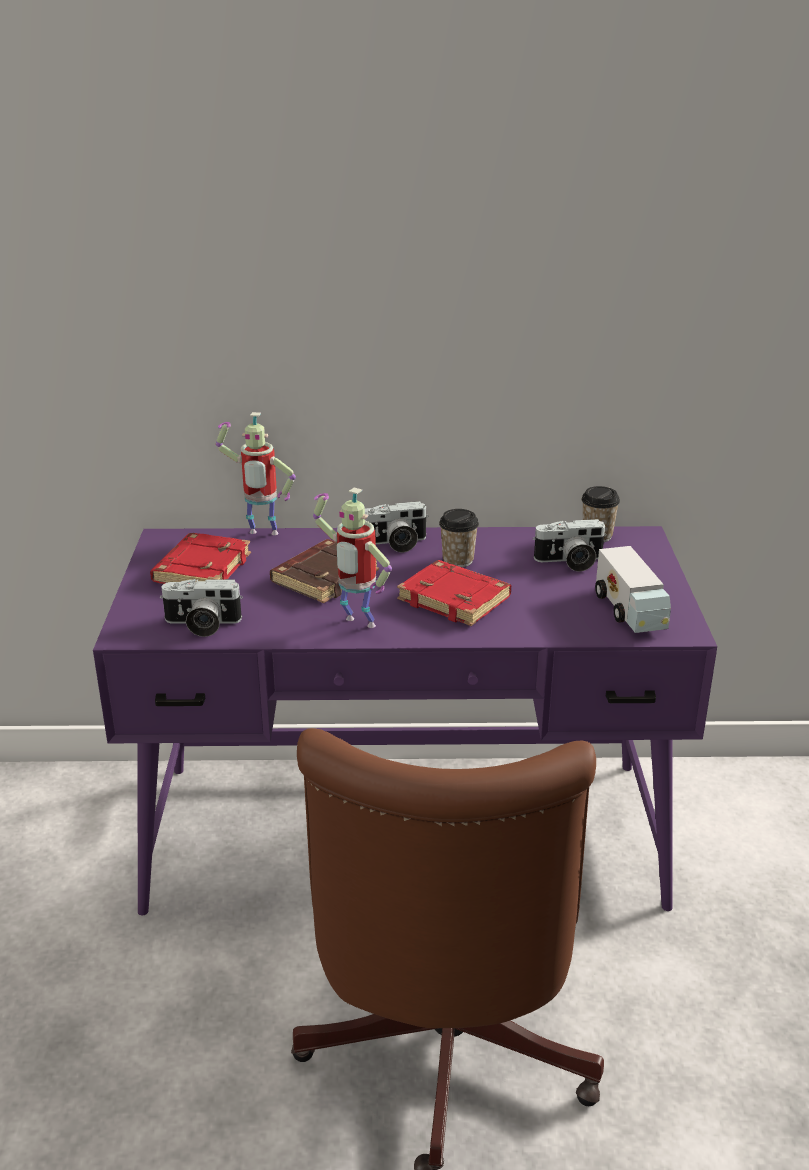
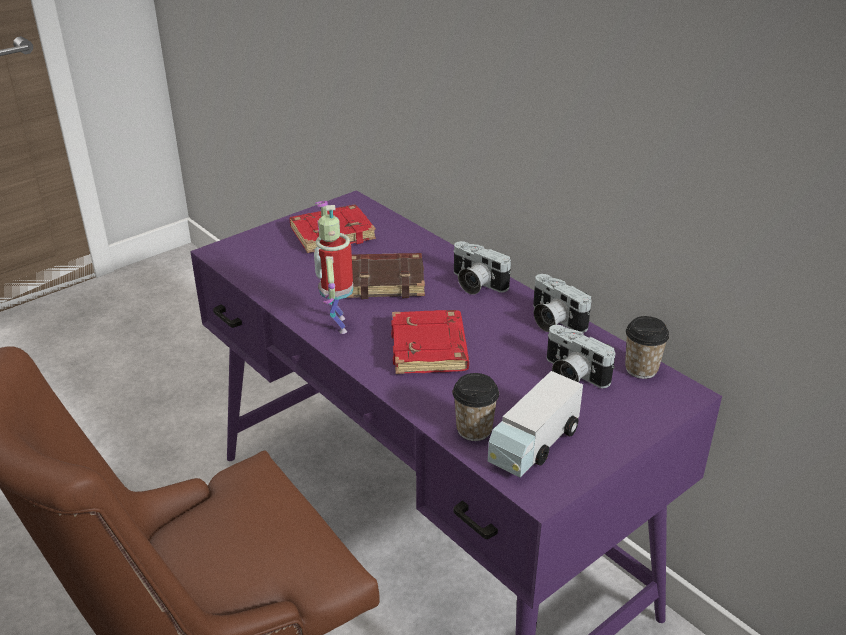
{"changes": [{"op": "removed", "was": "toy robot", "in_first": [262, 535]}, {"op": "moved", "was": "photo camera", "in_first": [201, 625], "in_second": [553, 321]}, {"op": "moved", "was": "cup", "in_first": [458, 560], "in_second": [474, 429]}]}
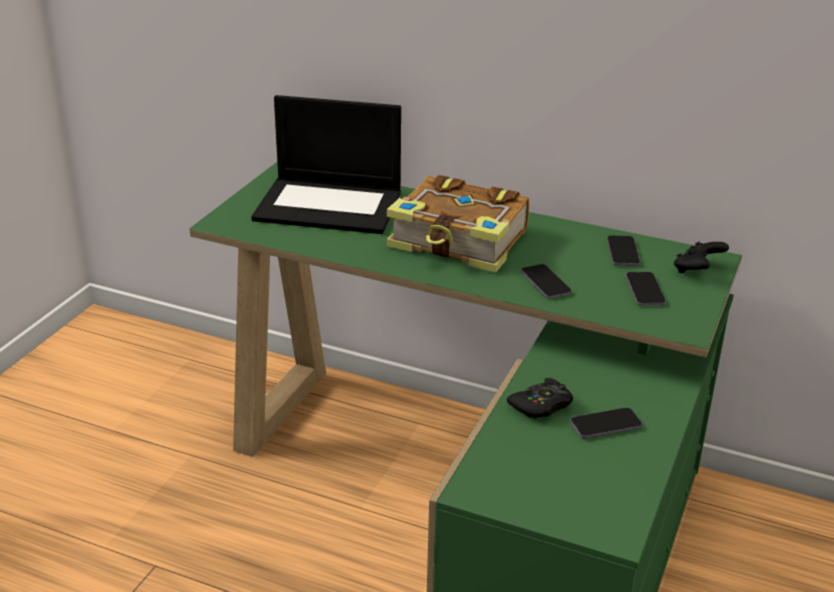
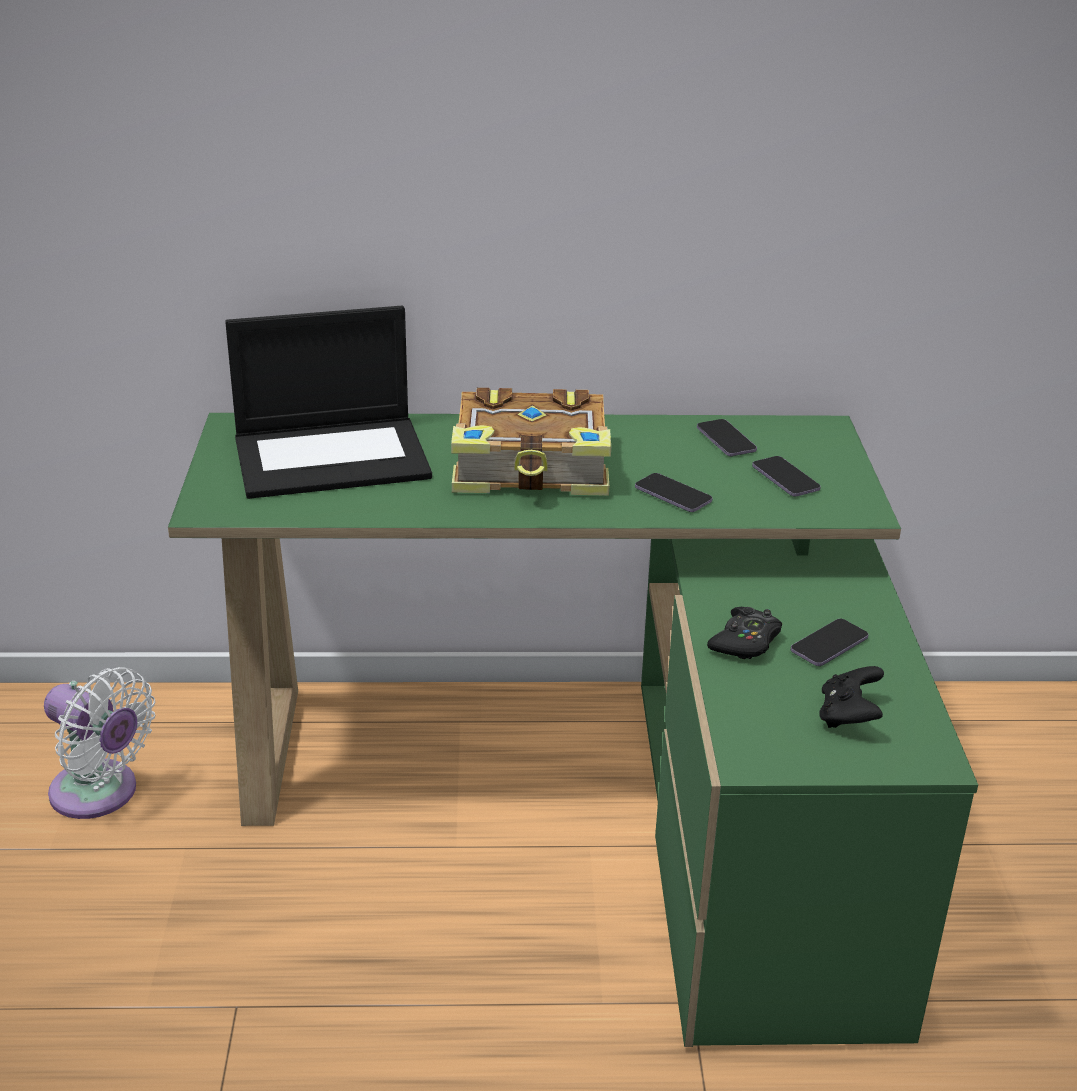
{"changes": [{"op": "added", "now": "fan (white)", "in_second": [100, 794]}, {"op": "moved", "was": "game controller (black)", "in_first": [697, 270], "in_second": [848, 716]}]}
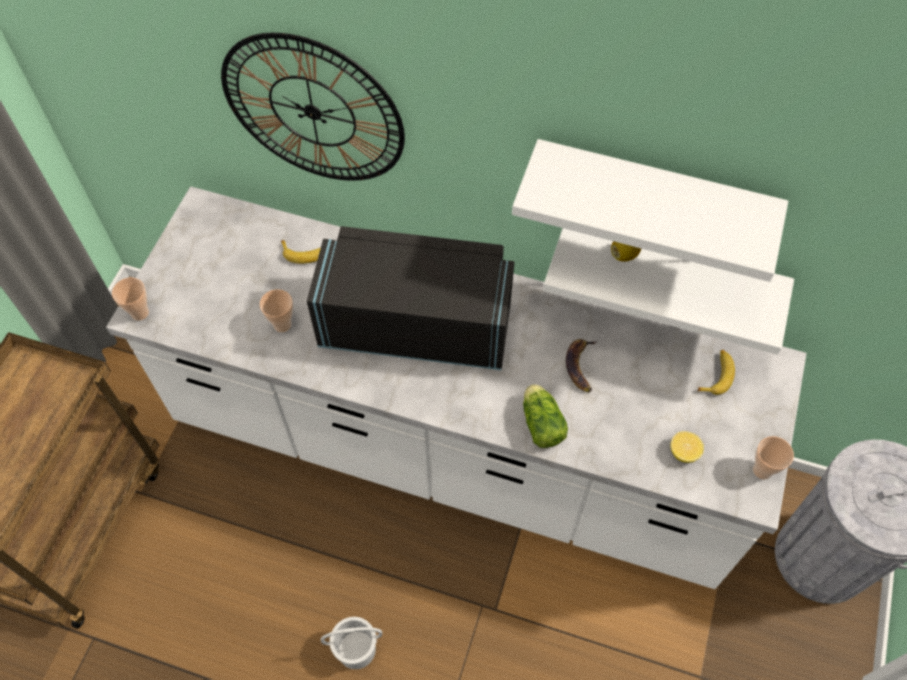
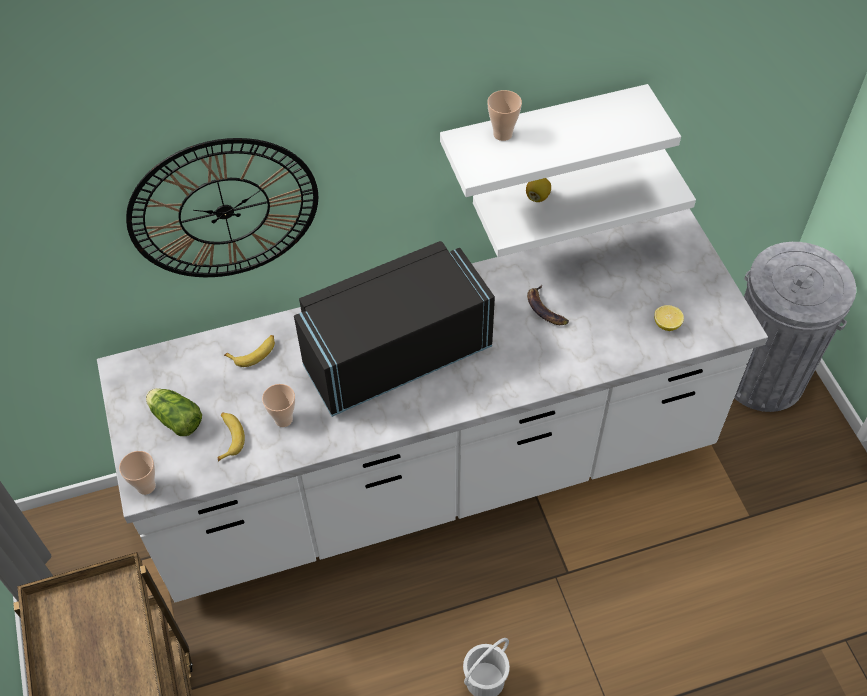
{"changes": [{"op": "moved", "was": "lettuce", "in_first": [541, 422], "in_second": [175, 418]}, {"op": "moved", "was": "banana", "in_first": [716, 375], "in_second": [229, 437]}, {"op": "moved", "was": "cup", "in_first": [762, 470], "in_second": [502, 134]}]}
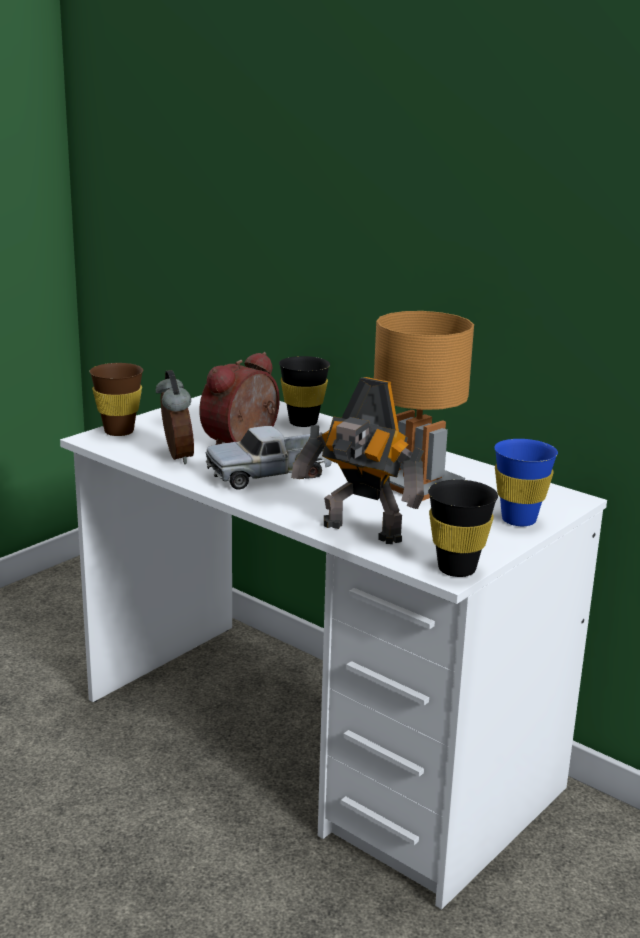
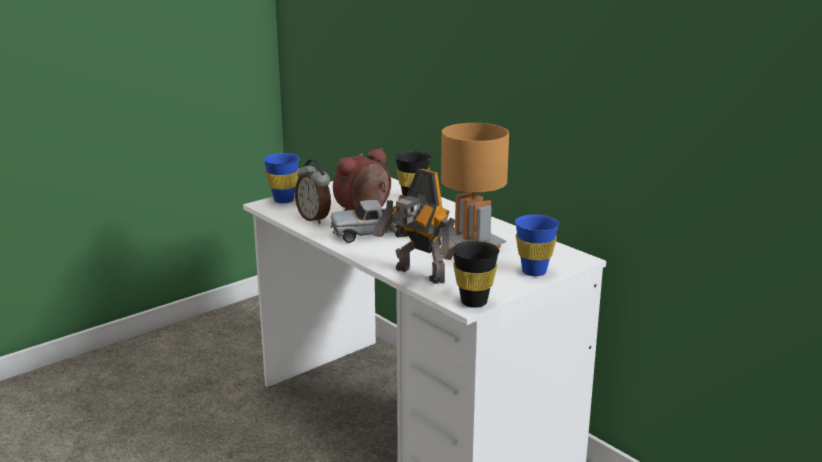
{"changes": [{"op": "recoloured", "was": "cup (brown)", "now": "cup (blue)", "in_first": [119, 431], "in_second": [283, 200]}, {"op": "turned", "was": "alarm clock", "in_first": [175, 457], "in_second": [315, 219], "clockwise": 150}]}
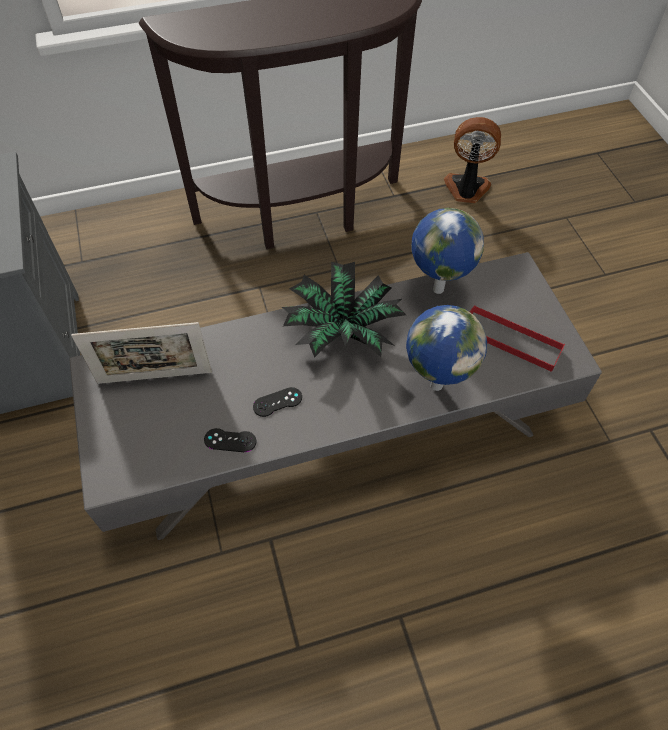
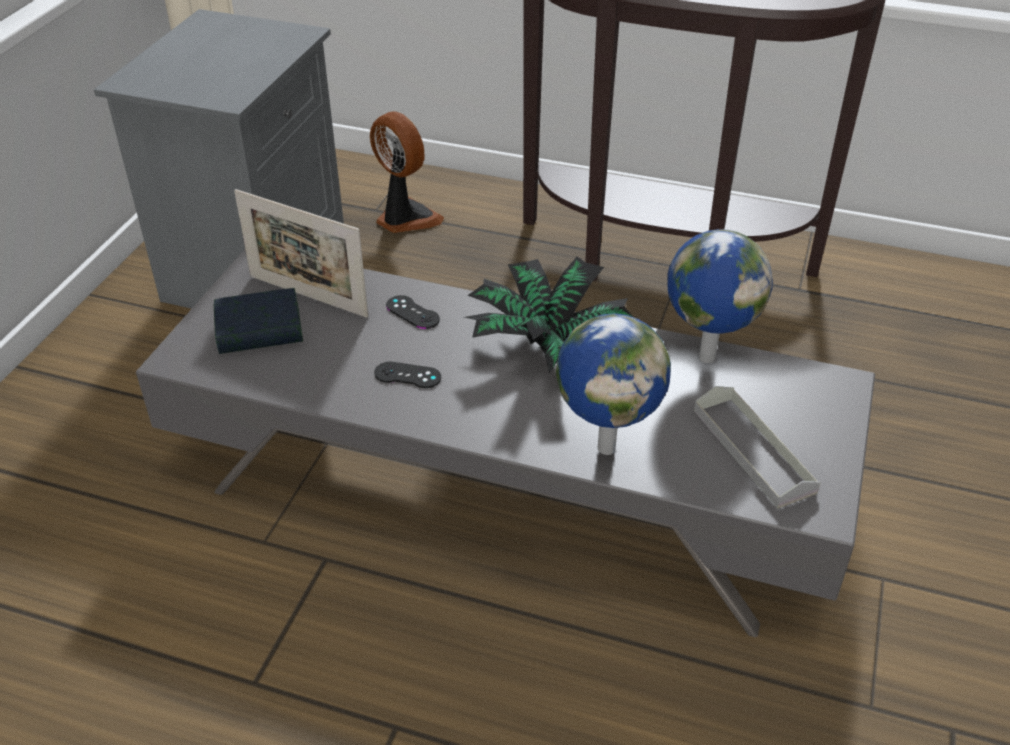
{"changes": [{"op": "added", "now": "book", "in_second": [259, 330]}, {"op": "moved", "was": "game controller (black)", "in_first": [230, 440], "in_second": [412, 312]}, {"op": "moved", "was": "fan", "in_first": [466, 189], "in_second": [405, 218]}, {"op": "recoloured", "was": "tray (red)", "now": "tray (grey)", "in_first": [511, 340], "in_second": [753, 450]}]}
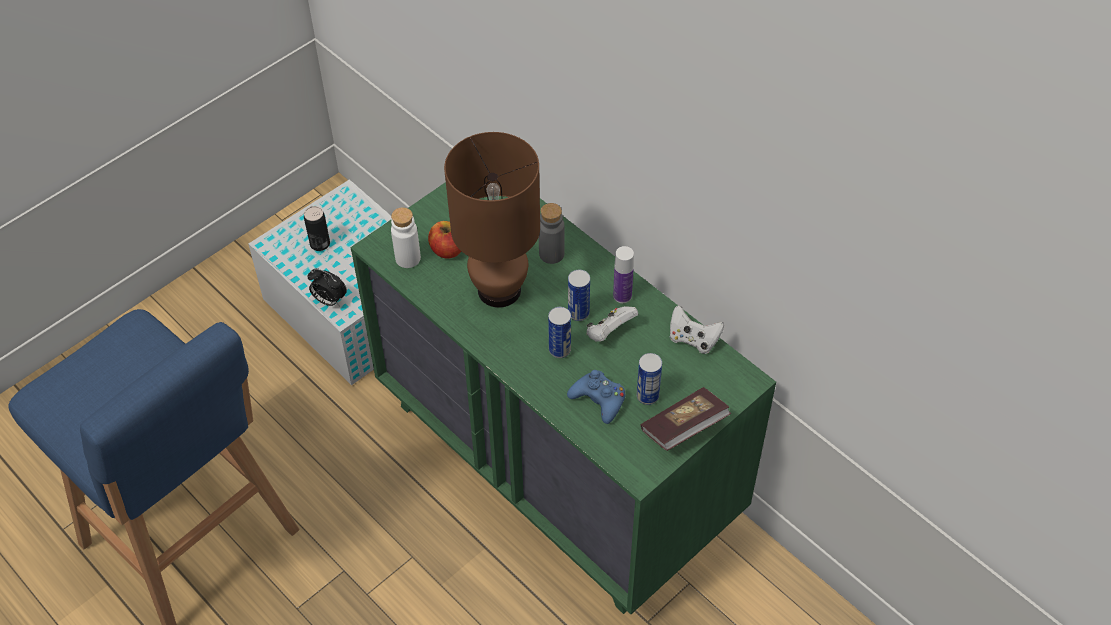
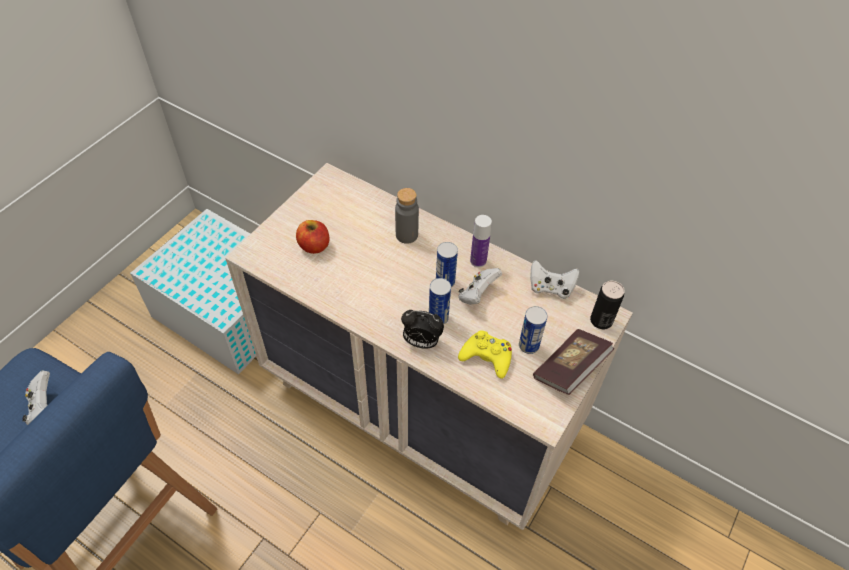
{"changes": [{"op": "removed", "was": "bottle (white)", "in_first": [408, 258]}, {"op": "removed", "was": "table lamp (brown)", "in_first": [498, 290]}, {"op": "added", "now": "game controller (white)", "in_second": [44, 407]}, {"op": "moved", "was": "can", "in_first": [320, 244], "in_second": [601, 320]}, {"op": "moved", "was": "alarm clock", "in_first": [329, 300], "in_second": [421, 342]}, {"op": "recoloured", "was": "dresser (green)", "now": "dresser (beige)", "in_first": [558, 465], "in_second": [421, 409]}, {"op": "recoloured", "was": "game controller (blue)", "now": "game controller (yellow)", "in_first": [599, 400], "in_second": [487, 357]}]}
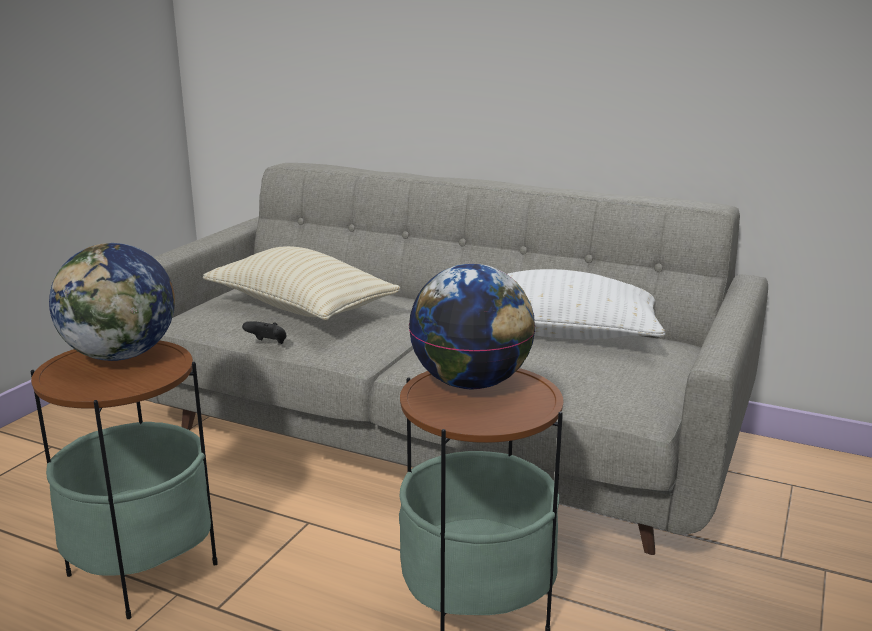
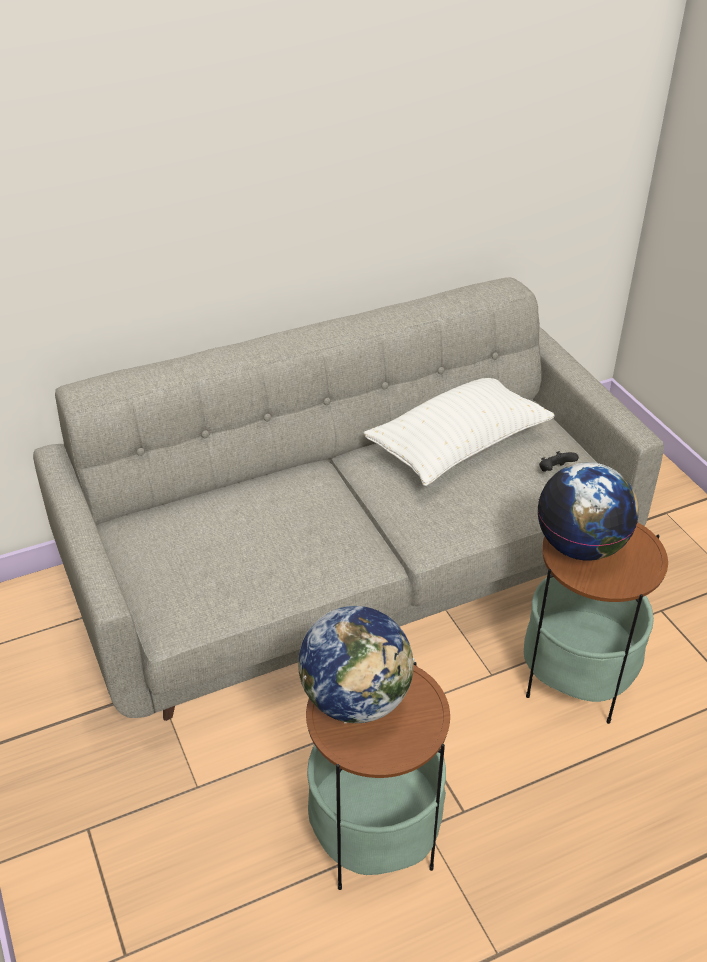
{"changes": [{"op": "removed", "was": "pillow (beige)", "in_first": [301, 308]}, {"op": "moved", "was": "game controller (black)", "in_first": [268, 344], "in_second": [555, 471]}]}
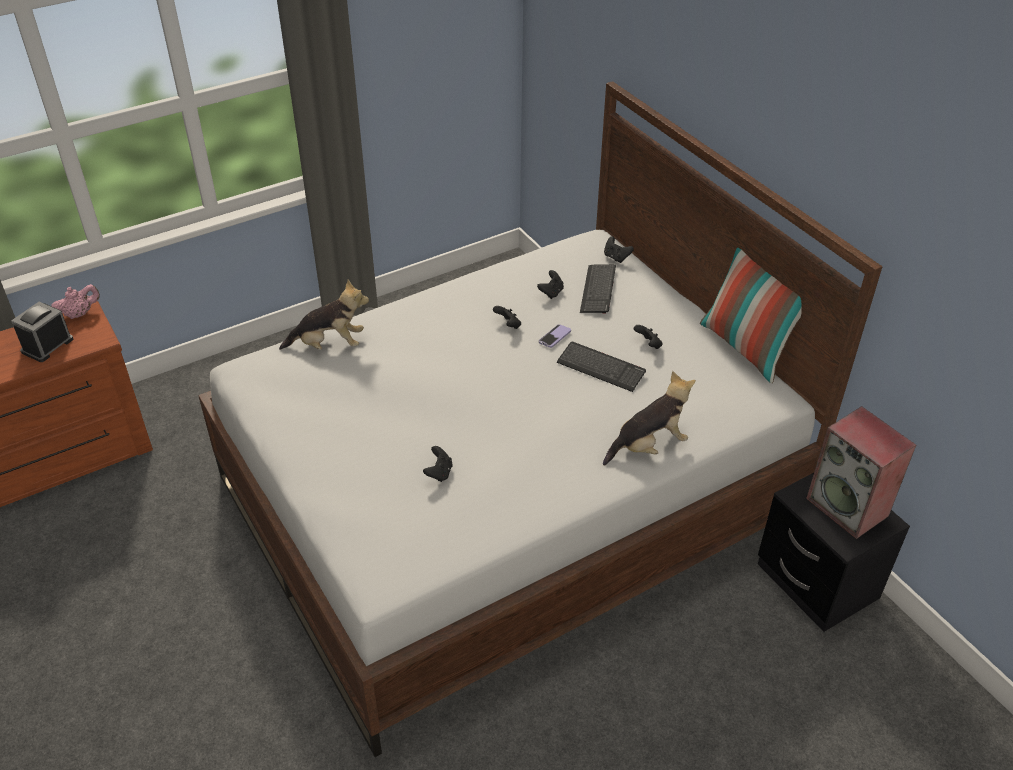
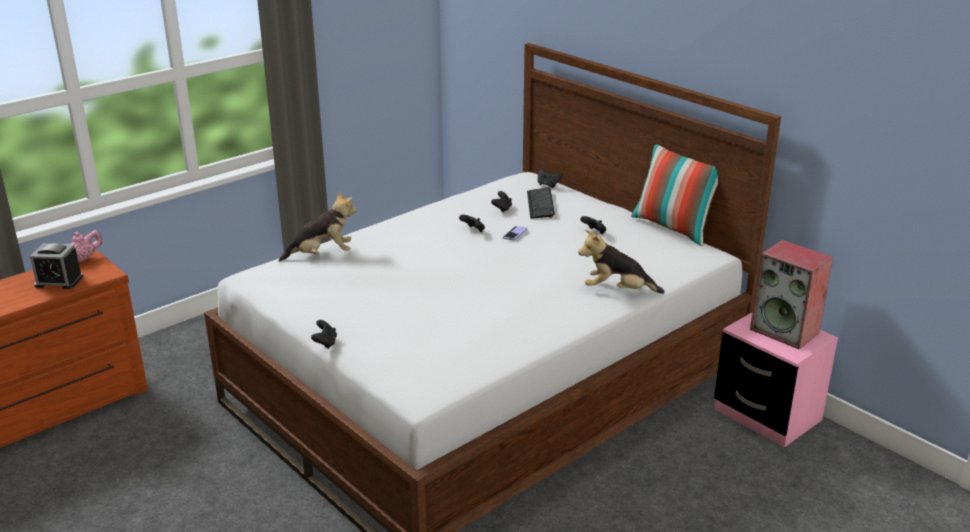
{"changes": [{"op": "removed", "was": "keyboard", "in_first": [601, 368]}, {"op": "moved", "was": "game controller (black)", "in_first": [439, 473], "in_second": [325, 343]}, {"op": "recoloured", "was": "nightstand (black)", "now": "nightstand (pink)", "in_first": [817, 581], "in_second": [767, 415]}, {"op": "turned", "was": "alarm clock", "in_first": [47, 345], "in_second": [59, 281], "clockwise": -105}, {"op": "turned", "was": "plush toy", "in_first": [648, 446], "in_second": [617, 290], "clockwise": -135}]}
